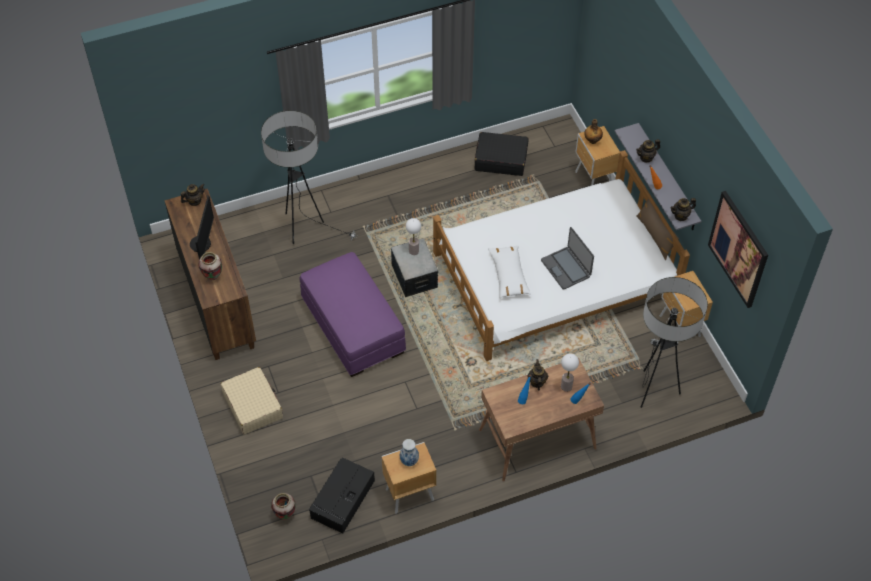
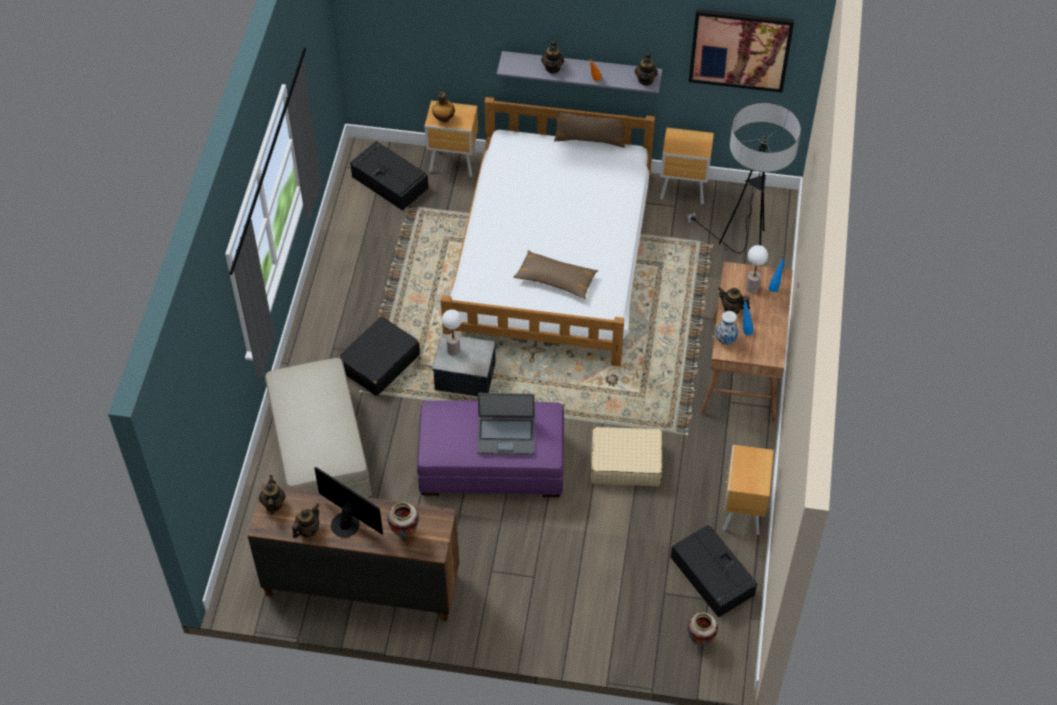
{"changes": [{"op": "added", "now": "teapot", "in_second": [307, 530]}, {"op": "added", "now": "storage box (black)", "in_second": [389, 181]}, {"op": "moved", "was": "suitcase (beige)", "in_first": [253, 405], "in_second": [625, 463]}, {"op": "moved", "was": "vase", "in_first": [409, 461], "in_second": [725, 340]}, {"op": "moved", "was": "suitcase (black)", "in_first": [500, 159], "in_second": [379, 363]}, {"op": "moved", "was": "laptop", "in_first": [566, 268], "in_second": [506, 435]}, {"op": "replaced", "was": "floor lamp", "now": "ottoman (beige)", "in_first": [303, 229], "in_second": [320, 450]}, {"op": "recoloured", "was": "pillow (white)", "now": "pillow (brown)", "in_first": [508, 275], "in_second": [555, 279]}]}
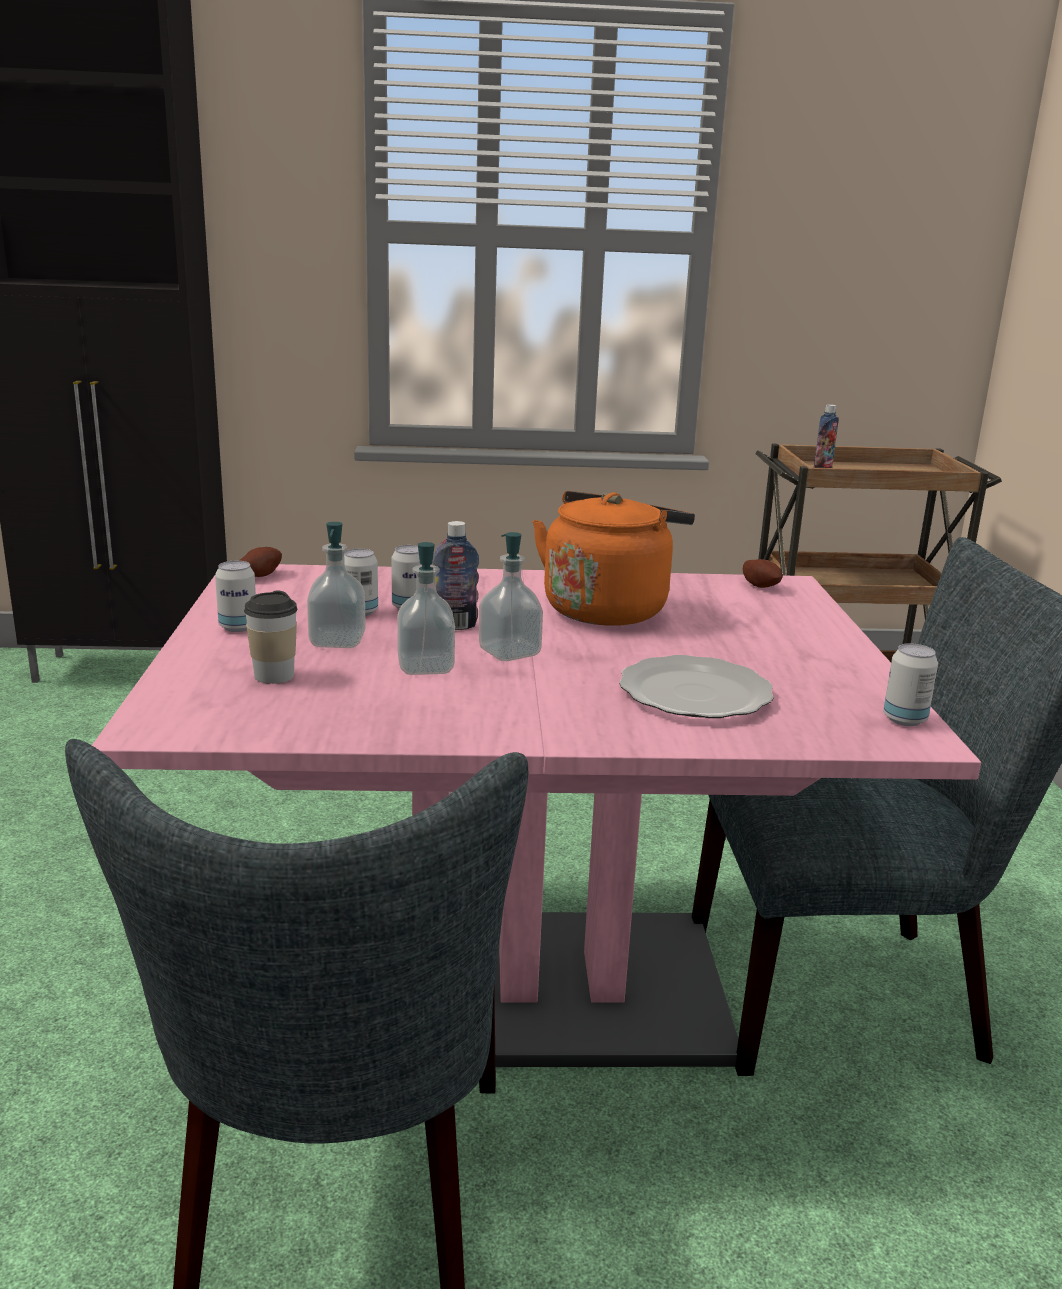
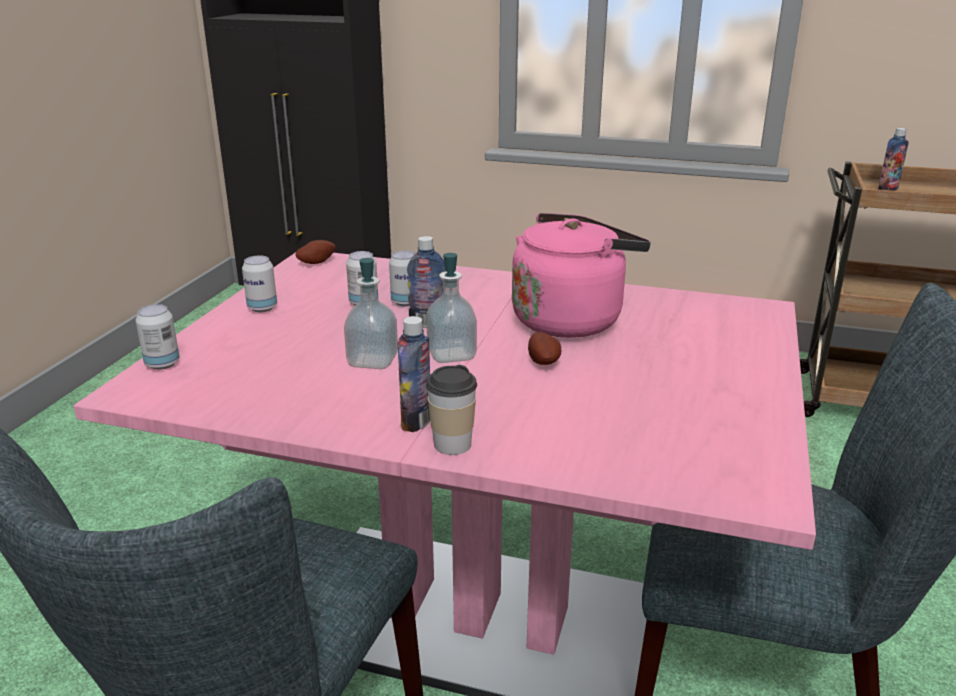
{"changes": [{"op": "removed", "was": "soap dispenser", "in_first": [337, 641]}, {"op": "removed", "was": "plate", "in_first": [695, 692]}, {"op": "added", "now": "bottle", "in_second": [416, 421]}, {"op": "moved", "was": "cup", "in_first": [274, 676], "in_second": [452, 444]}, {"op": "moved", "was": "potato", "in_first": [761, 586], "in_second": [544, 362]}, {"op": "moved", "was": "can", "in_first": [904, 719], "in_second": [162, 364]}, {"op": "recoloured", "was": "kettle (orange)", "now": "kettle (pink)", "in_first": [608, 609], "in_second": [571, 319]}]}
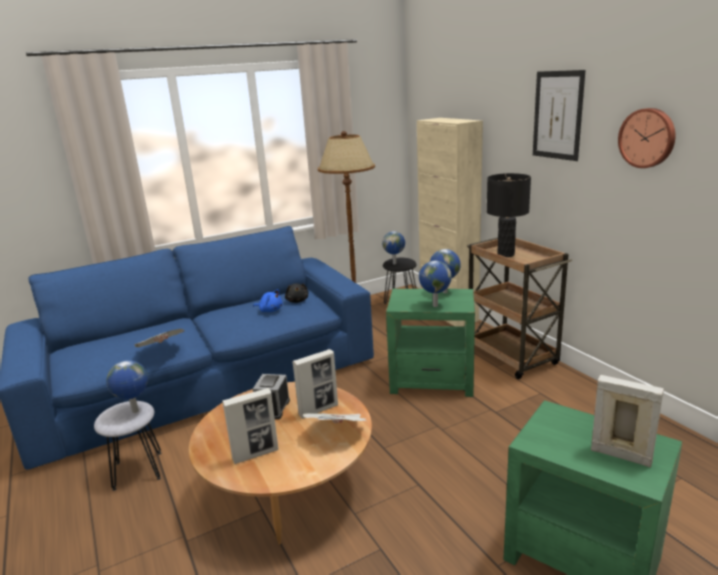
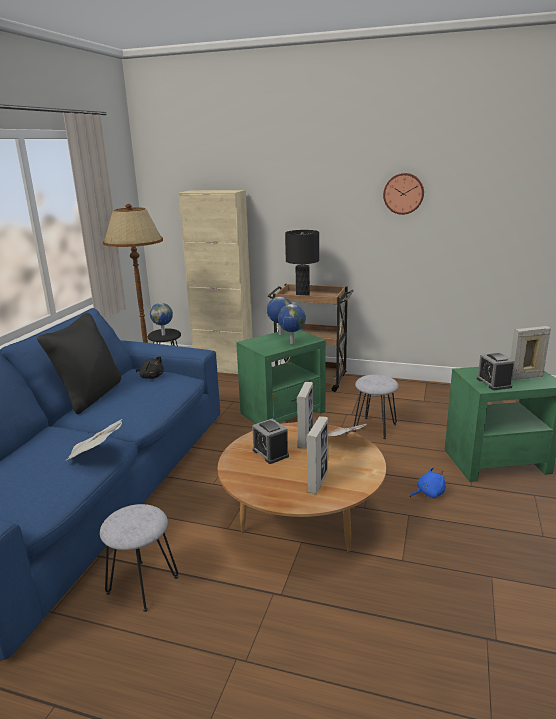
{"changes": [{"op": "removed", "was": "globe", "in_first": [135, 411]}, {"op": "removed", "was": "picture", "in_first": [557, 115]}, {"op": "added", "now": "pillow (black)", "in_second": [89, 396]}, {"op": "added", "now": "stool (grey)", "in_second": [375, 427]}, {"op": "added", "now": "alarm clock", "in_second": [494, 383]}, {"op": "moved", "was": "plush toy (blue)", "in_first": [270, 310], "in_second": [428, 493]}]}
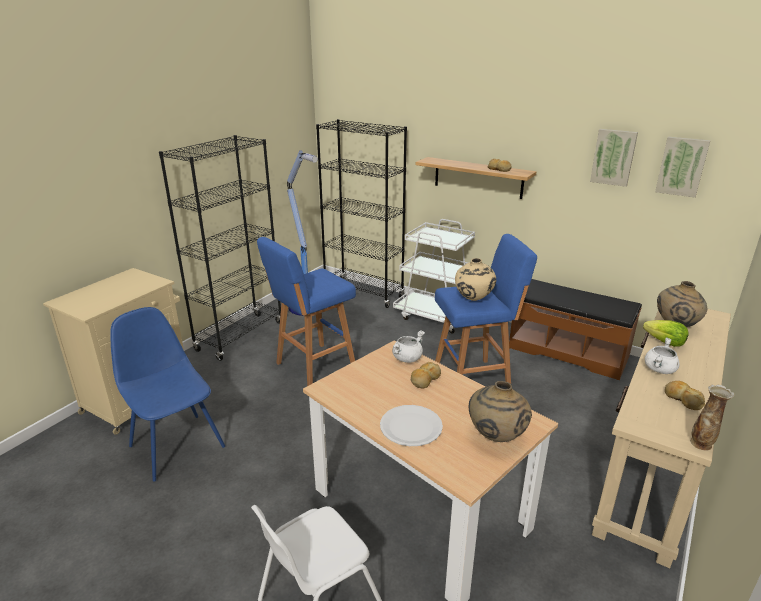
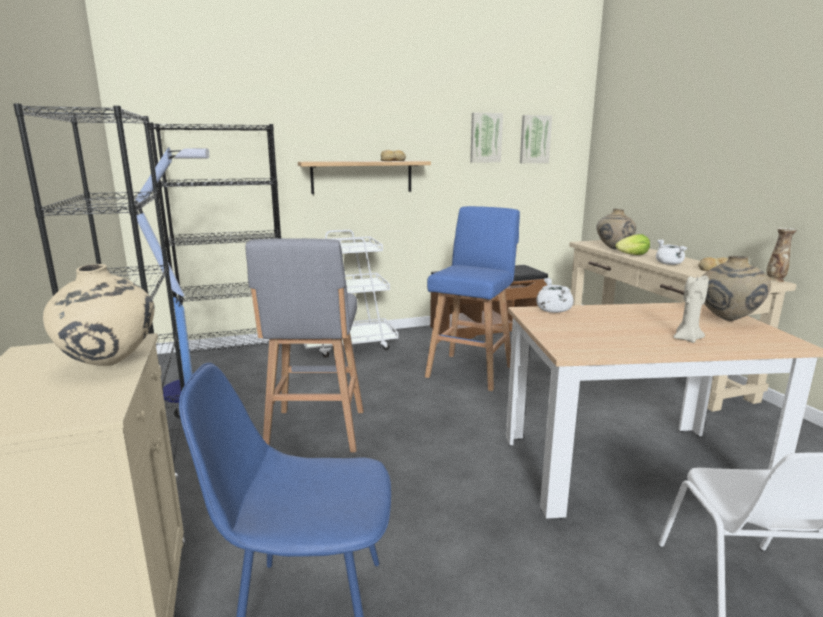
{"changes": [{"op": "removed", "was": "bread", "in_first": [425, 380]}, {"op": "moved", "was": "vase (beige)", "in_first": [473, 300], "in_second": [110, 364]}, {"op": "replaced", "was": "plate (white)", "now": "candle (beige)", "in_first": [411, 427], "in_second": [687, 339]}, {"op": "recoloured", "was": "stool (blue)", "now": "stool (grey)", "in_first": [313, 367], "in_second": [315, 432]}]}
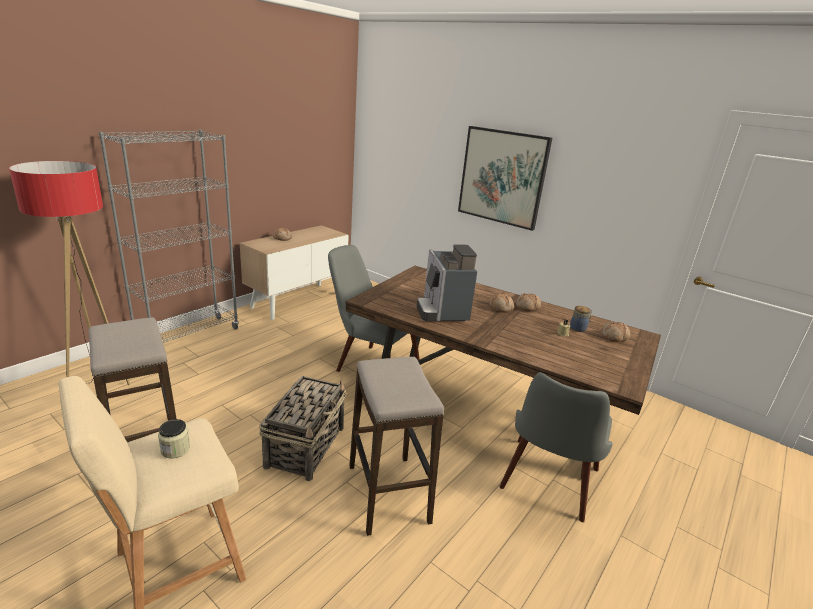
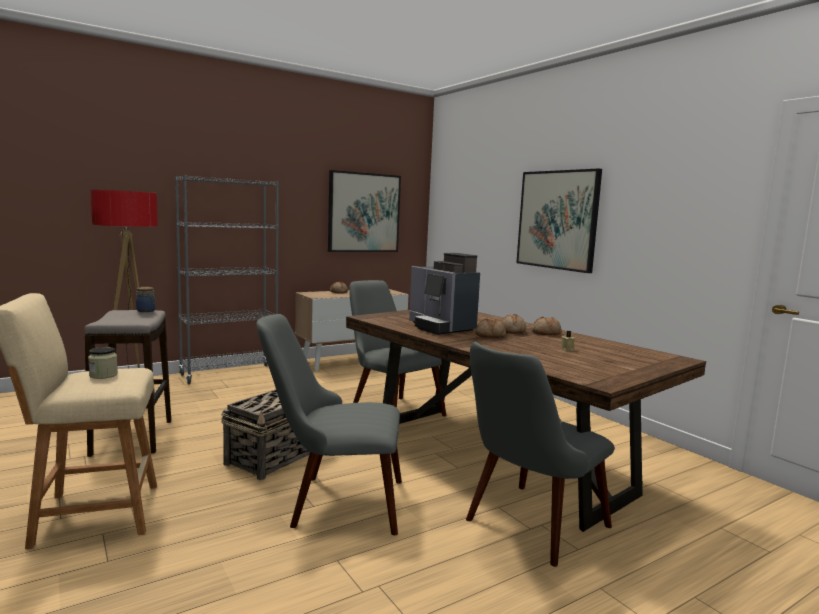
{"changes": [{"op": "added", "now": "picture", "in_second": [364, 212]}, {"op": "moved", "was": "jar", "in_first": [578, 328], "in_second": [146, 311]}, {"op": "moved", "was": "bread", "in_first": [614, 337], "in_second": [490, 336]}, {"op": "replaced", "was": "stool", "now": "chair (grey)", "in_first": [387, 494], "in_second": [332, 502]}, {"op": "turned", "was": "coffee machine", "in_first": [442, 311], "in_second": [440, 327], "clockwise": -45}]}
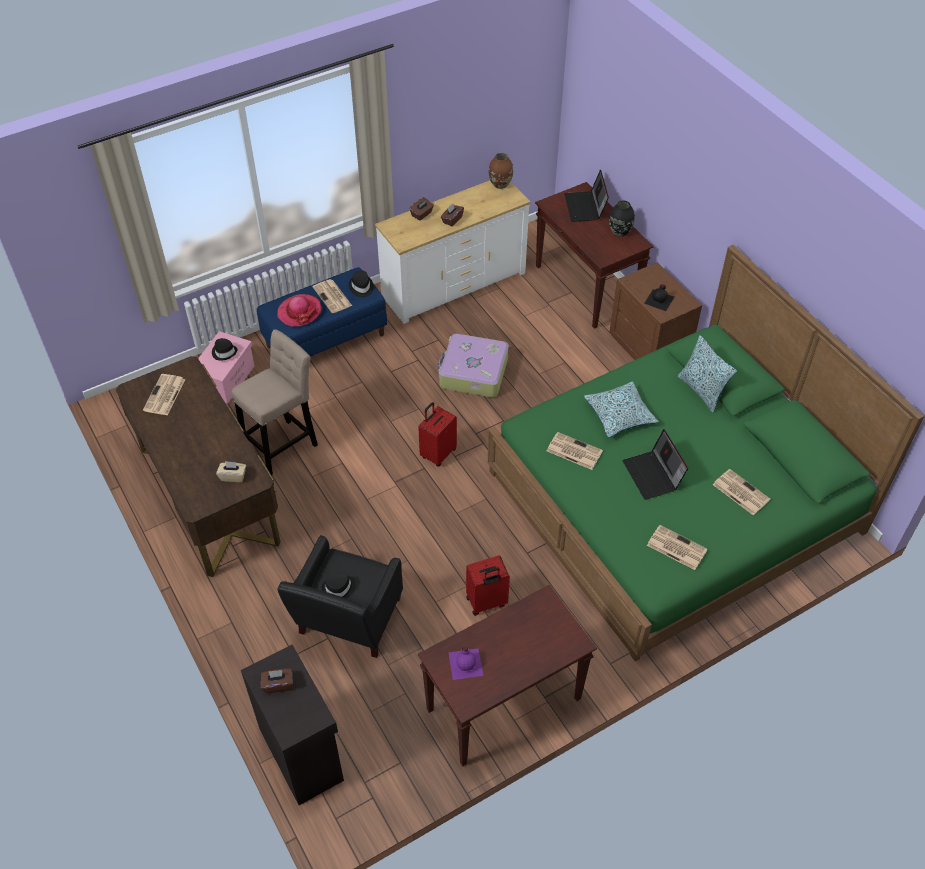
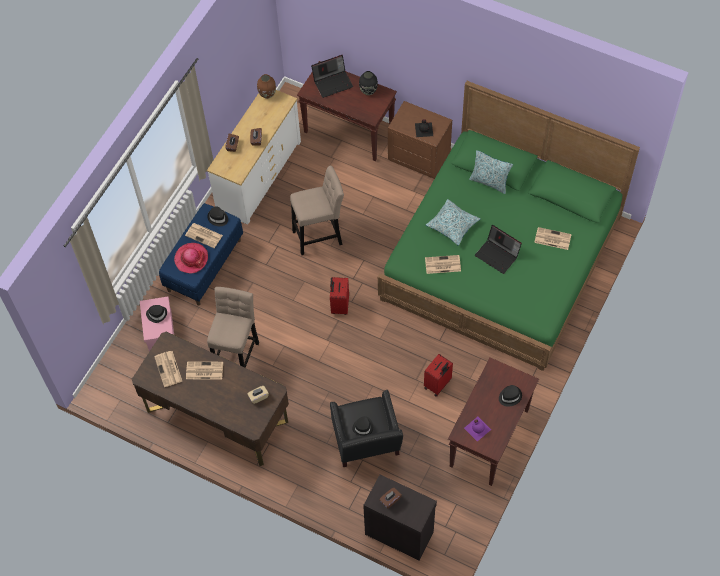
{"changes": [{"op": "added", "now": "hat (black)", "in_second": [509, 396]}, {"op": "moved", "was": "newspaper", "in_first": [675, 547], "in_second": [204, 371]}, {"op": "replaced", "was": "suitcase", "now": "stool (beige)", "in_first": [473, 373], "in_second": [320, 236]}, {"op": "turned", "was": "laptop", "in_first": [585, 207], "in_second": [333, 82], "clockwise": -75}]}
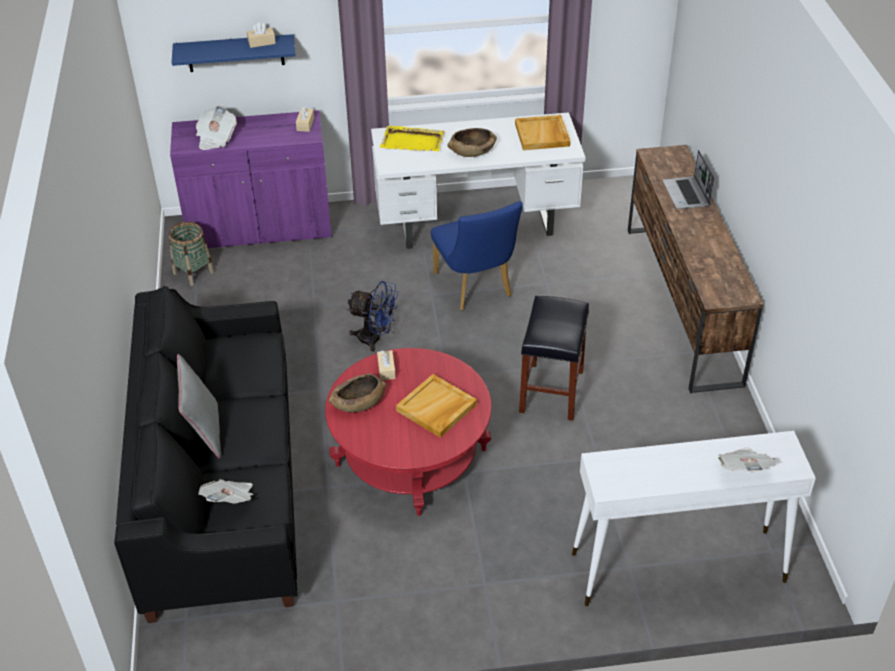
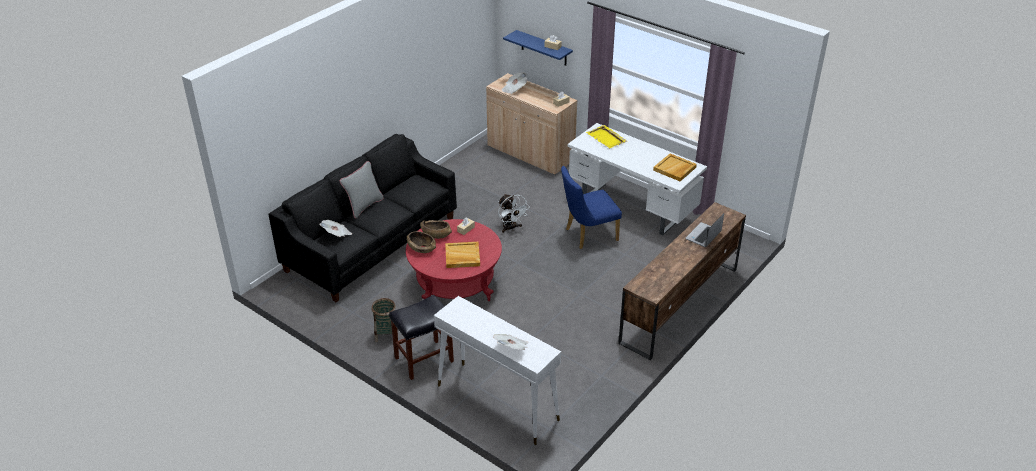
{"changes": [{"op": "moved", "was": "basket", "in_first": [193, 272], "in_second": [386, 334]}, {"op": "moved", "was": "bowl (brown)", "in_first": [472, 151], "in_second": [422, 248]}, {"op": "moved", "was": "stool (black)", "in_first": [552, 392], "in_second": [423, 360]}, {"op": "recoloured", "was": "cabinet (purple)", "now": "cabinet (beige)", "in_first": [260, 228], "in_second": [530, 154]}, {"op": "recoloured", "was": "fan (blue)", "now": "fan (white)", "in_first": [375, 339], "in_second": [511, 228]}, {"op": "turned", "was": "chair (blue)", "in_first": [475, 288], "in_second": [587, 235], "clockwise": 45}]}
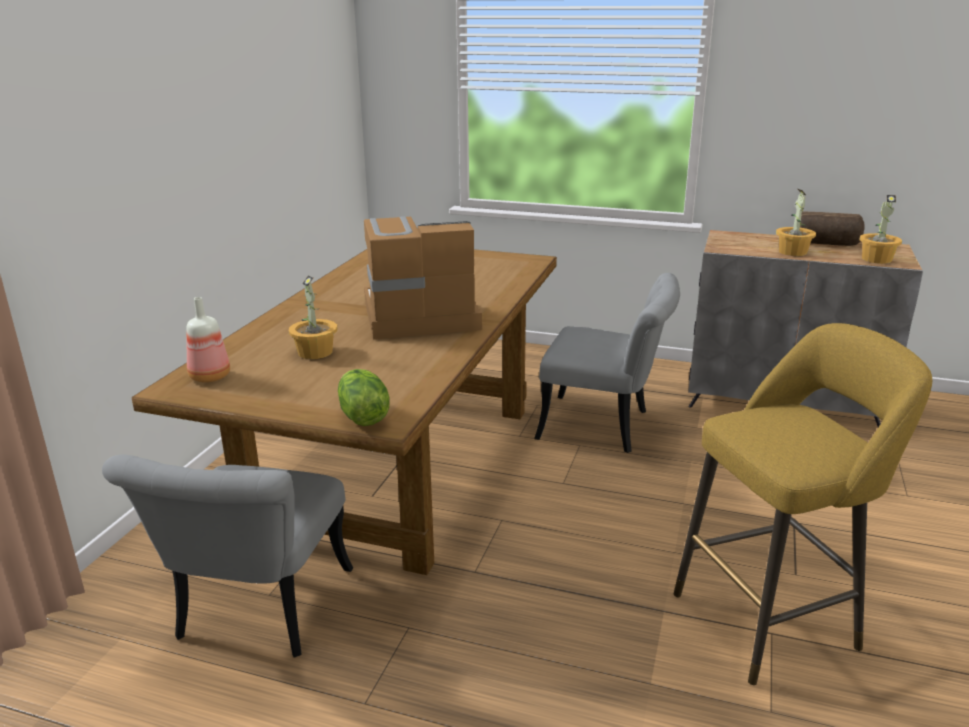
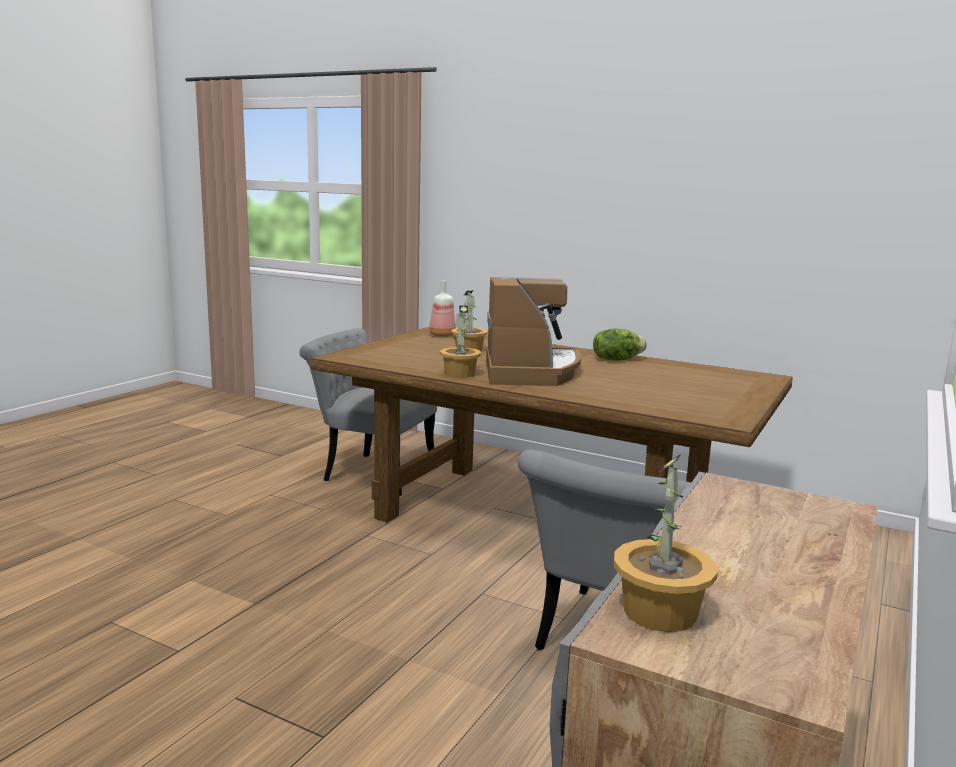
{"changes": [{"op": "removed", "was": "stool (yellow)", "in_first": [773, 618]}, {"op": "removed", "was": "bread", "in_first": [826, 243]}, {"op": "moved", "was": "lettuce", "in_first": [362, 417], "in_second": [616, 359]}, {"op": "moved", "was": "potted plant", "in_first": [792, 252], "in_second": [459, 373]}]}
